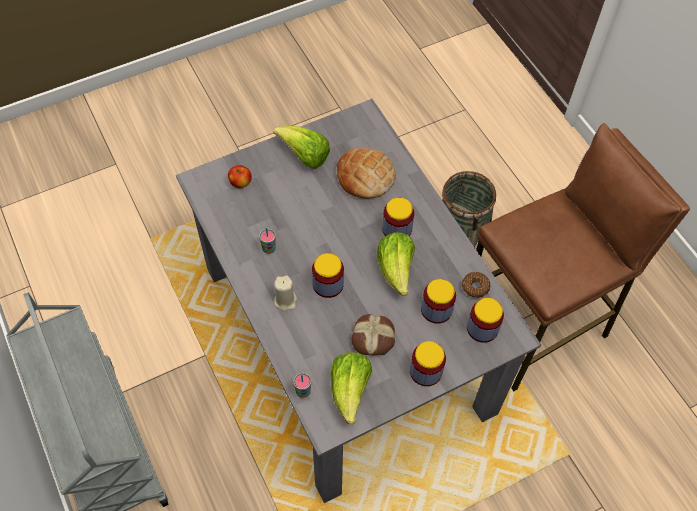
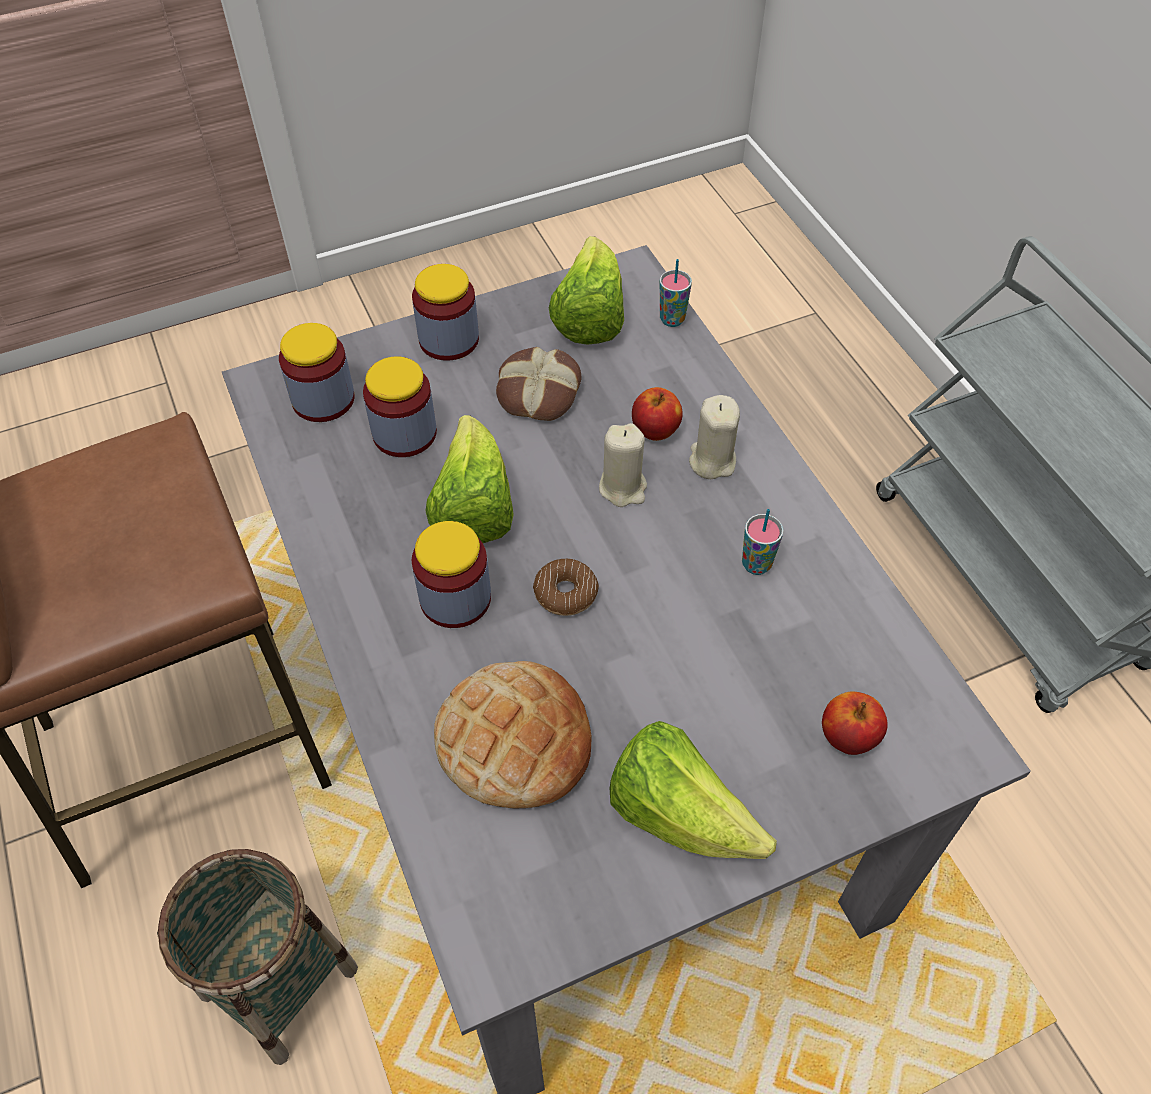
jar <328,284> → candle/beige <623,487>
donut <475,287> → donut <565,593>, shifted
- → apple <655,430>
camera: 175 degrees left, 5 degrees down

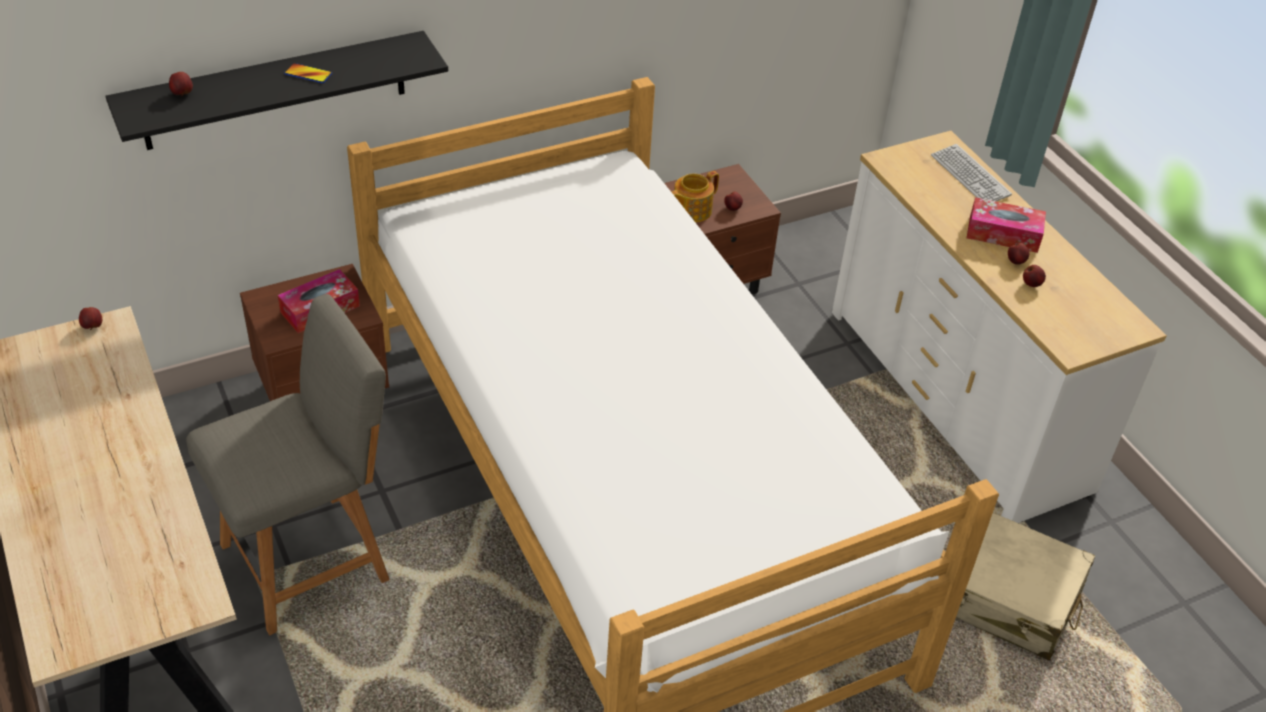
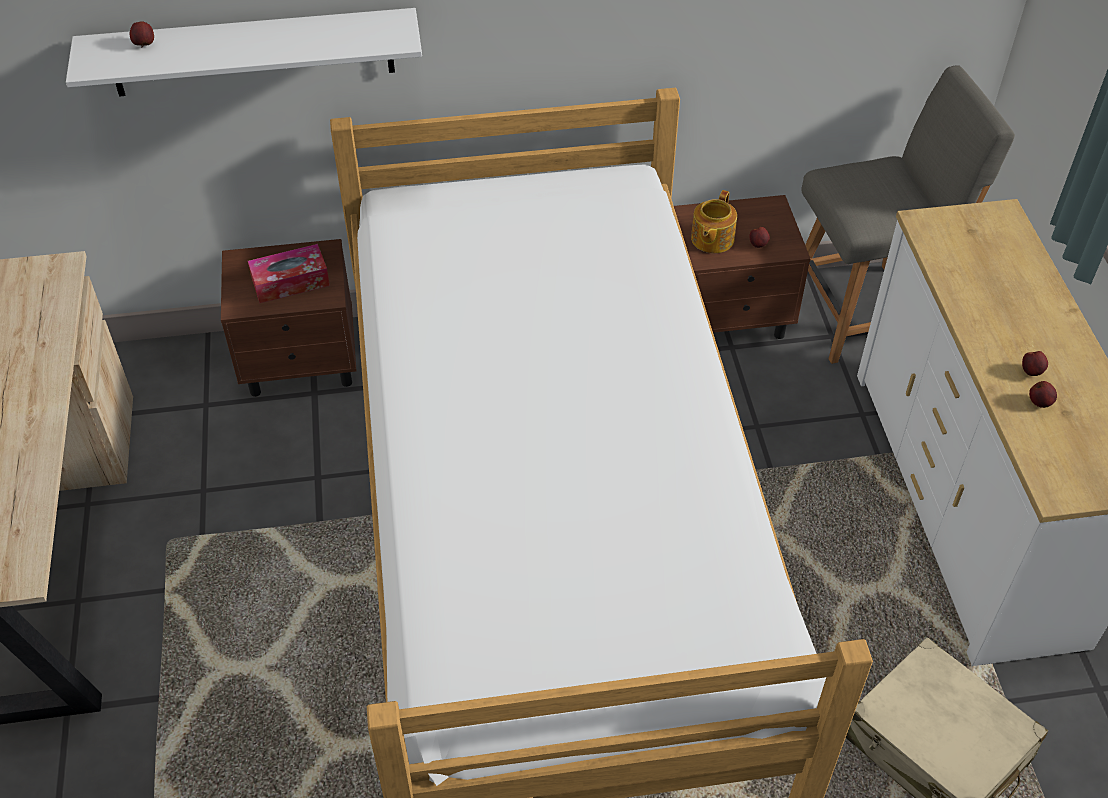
shelf/black <275,91> → shelf/white <252,52>
phone <308,74> → -
keyboard <970,176> → -
teapot <691,210> → teapot <711,239>, 45 degrees counterclockwise
tissue box <1003,234> → -
chair/grey <311,559> → chair/grey <866,312>, shifted
apple <92,326> → -
camera: 20 degrees right, 5 degrees up

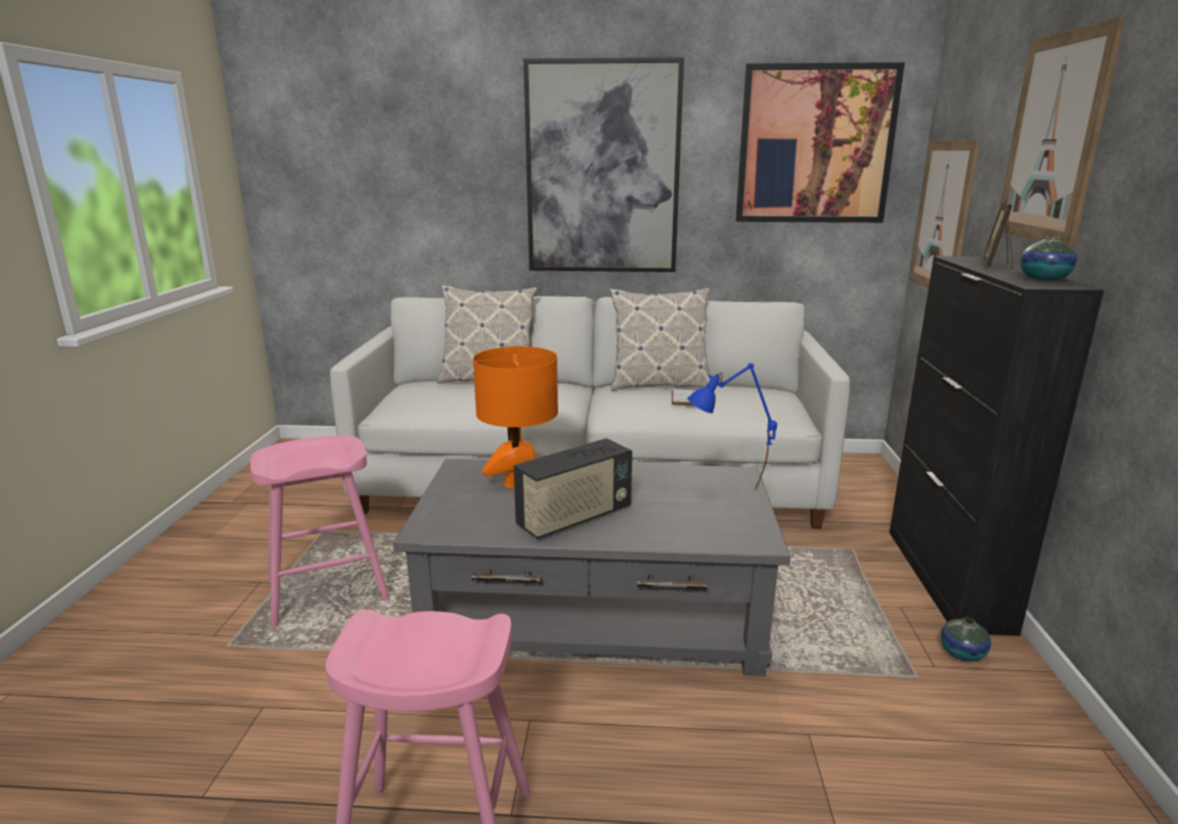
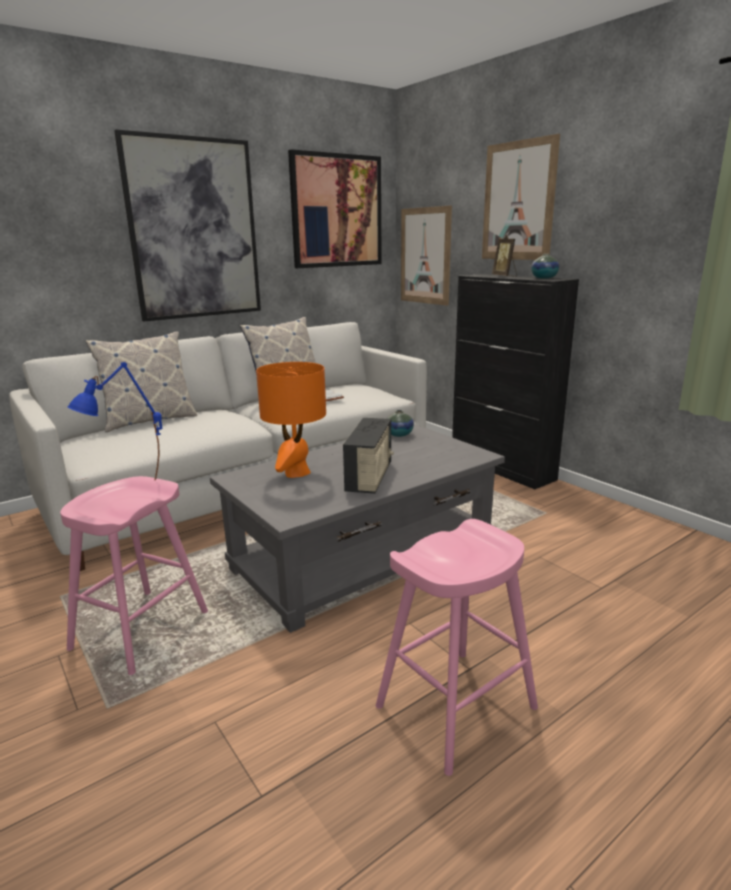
table lamp/blue <726,494> → table lamp/blue <130,490>, shifted
vase <962,653> → vase <399,434>, shifted
camera: 40 degrees left, 0 degrees up

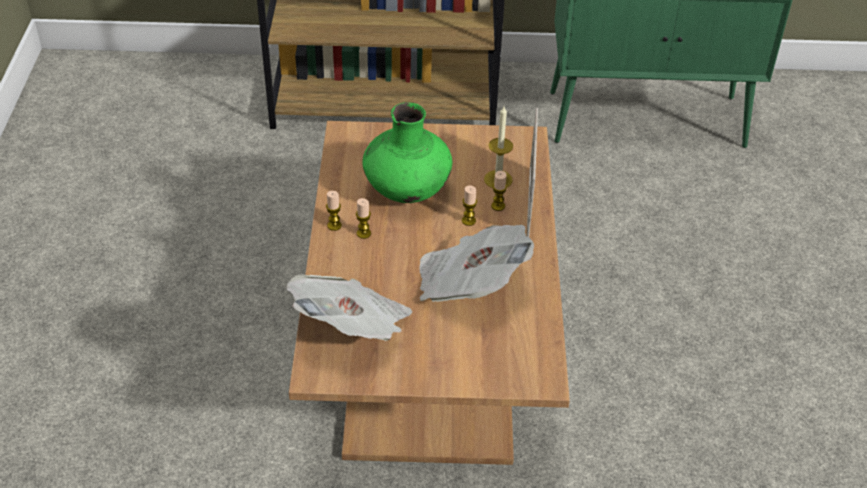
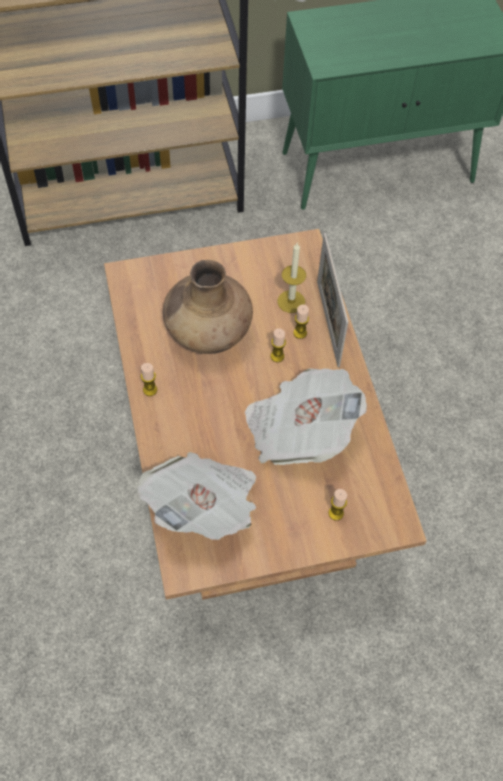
vase/green <407,190> → vase/brown <208,333>
candle <363,233> → candle <336,513>, shifted
camera: 15 degrees left, 15 degrees up

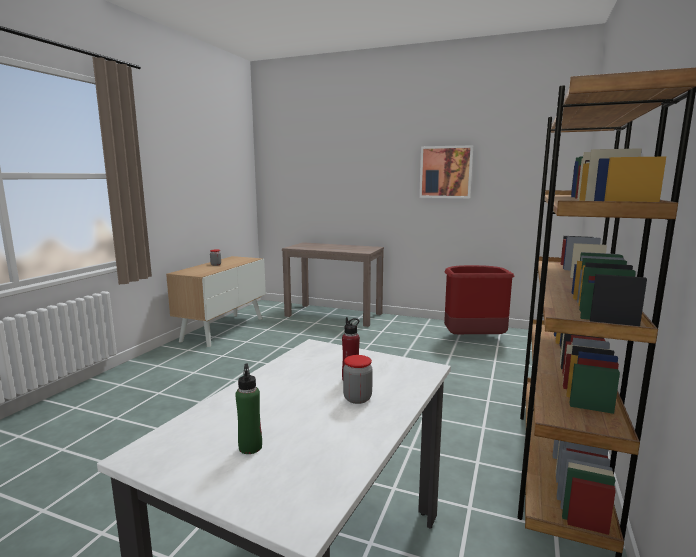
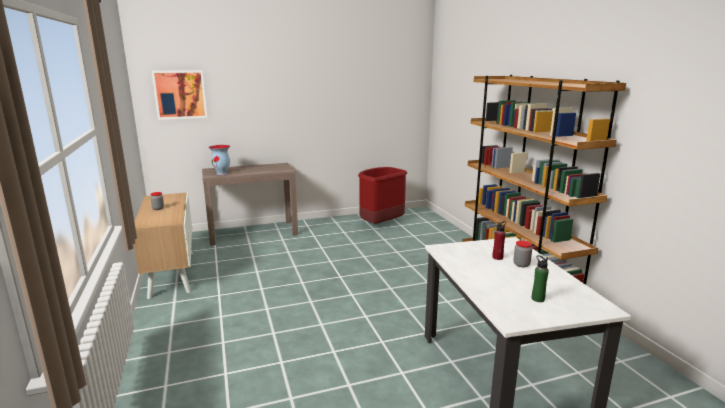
picture <445,172> → picture <180,94>, shifted
- → vase <222,173>
camera: 40 degrees left, 5 degrees up

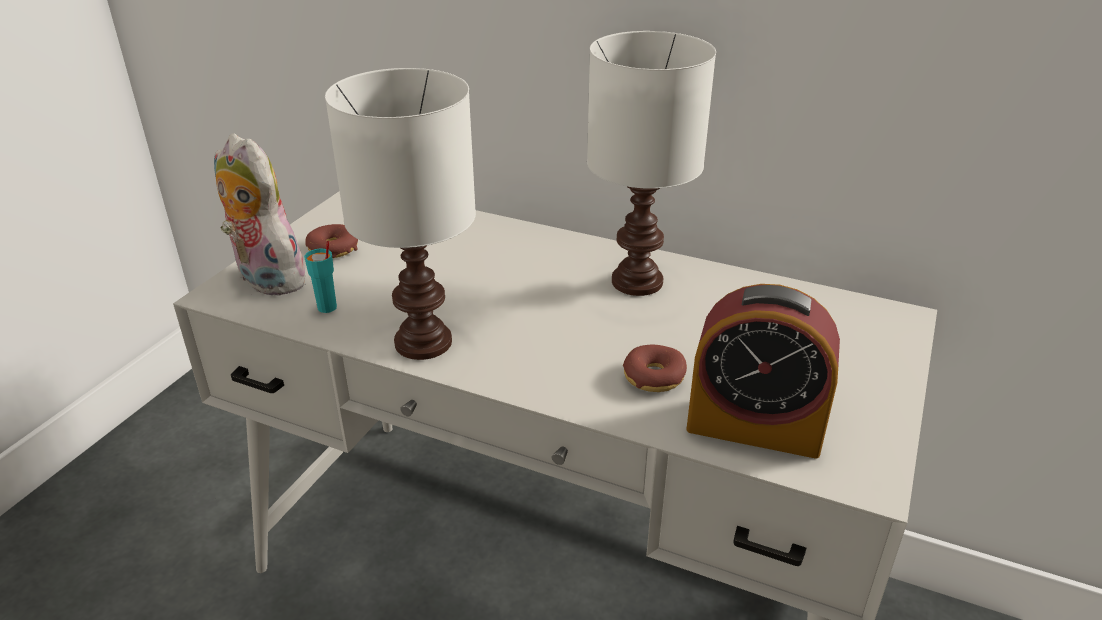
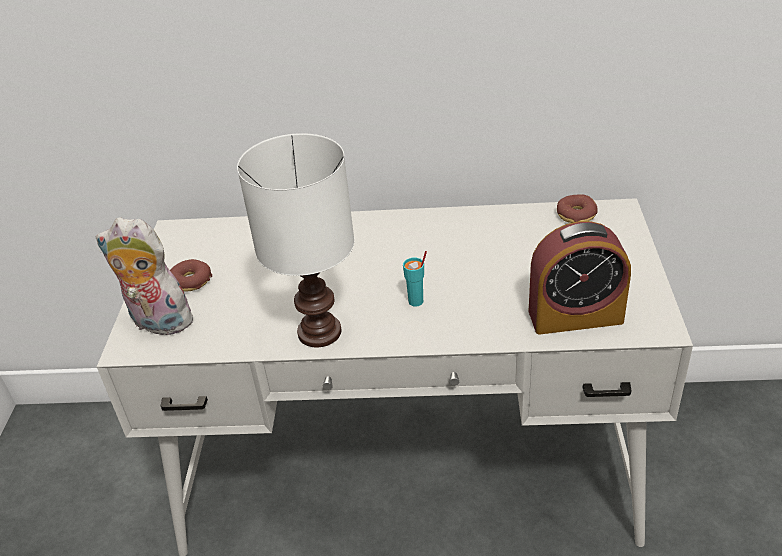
table lamp/white <635,282> → -
cup/turquoise <327,308> → cup/turquoise <416,301>, shifted
donut <654,377> → donut <576,215>, shifted
camera: 20 degrees left, 5 degrees up

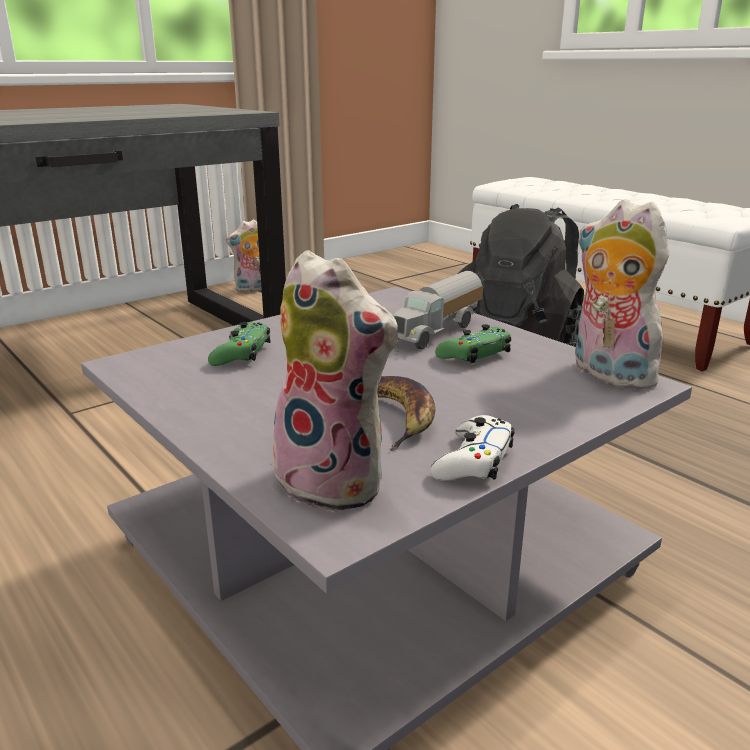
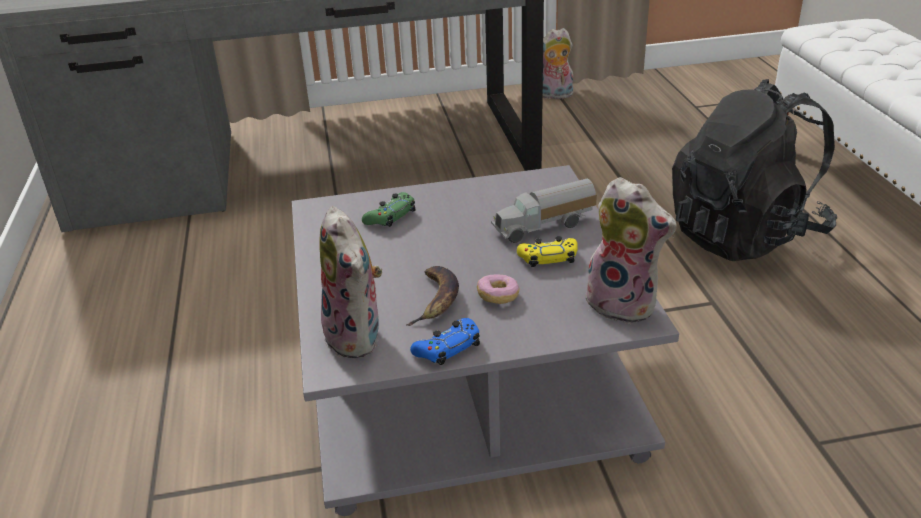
plush toy <606,374> → plush toy <624,303>, 135 degrees clockwise
game controller/green <475,354> → game controller/yellow <548,258>
game controller/white <473,461> → game controller/blue <447,348>
- → donut <498,296>
camera: 30 degrees right, 10 degrees up

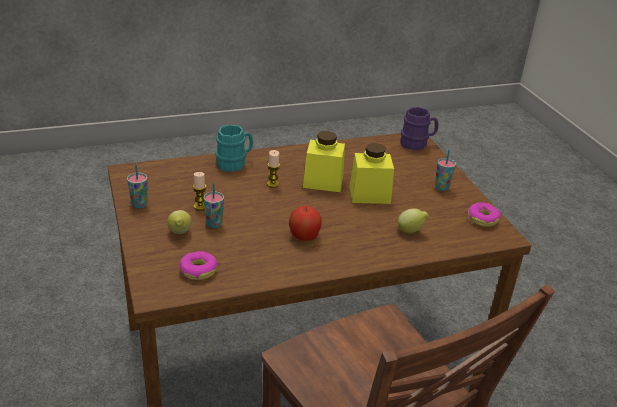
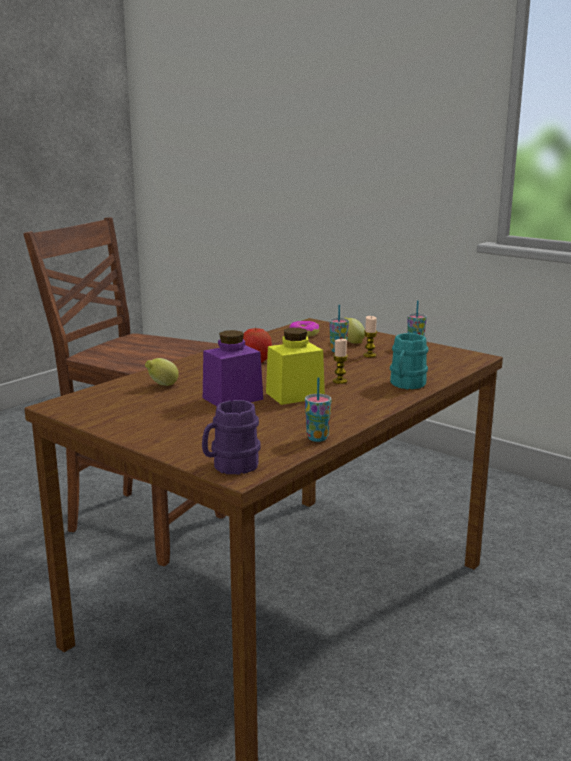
jar/yellow <369,194> → jar/purple <232,398>
cup <441,187> → cup <317,438>, shifted
donut <482,219> → -
camera: 150 degrees right, 15 degrees down

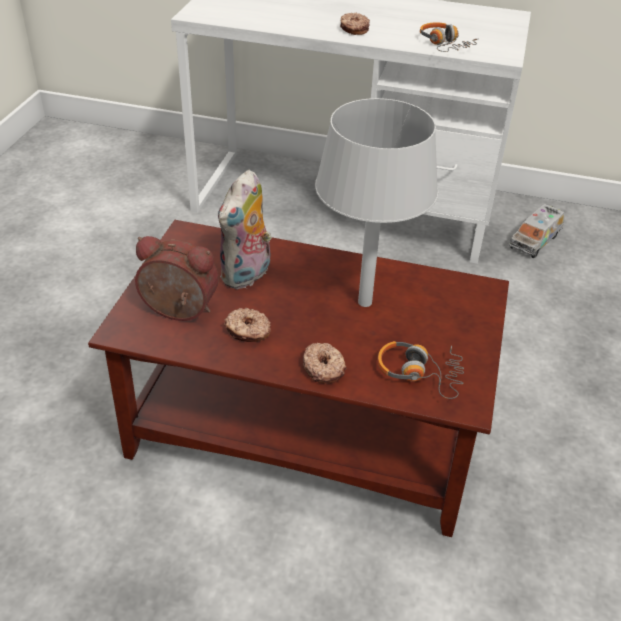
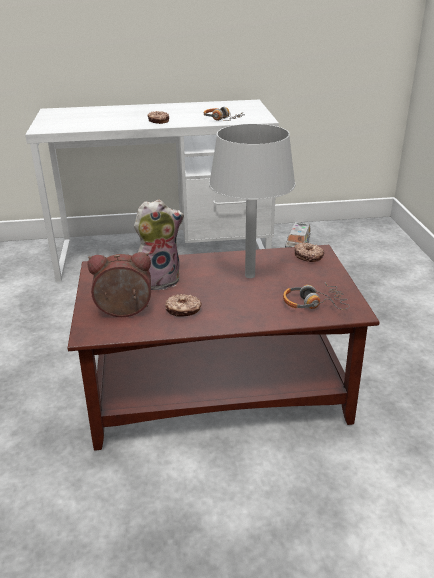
plush toy <247,275> → plush toy <159,280>, 120 degrees counterclockwise
donut <324,368> → donut <308,256>, shifted
camera: 20 degrees left, 10 degrees down

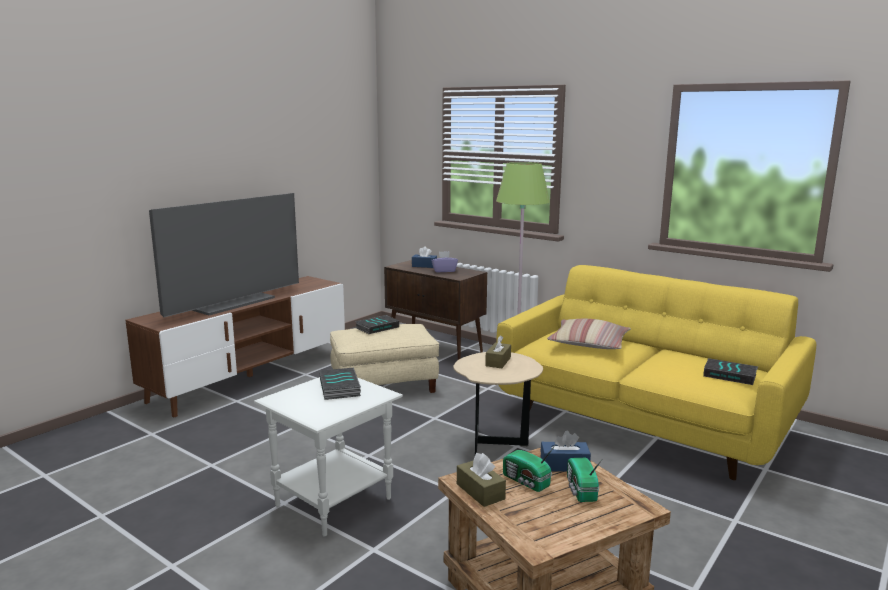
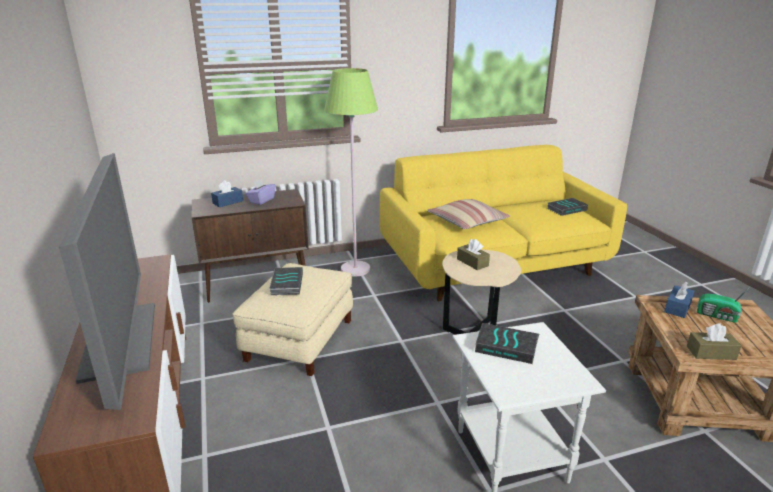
radio <526,481> → -
camera: 55 degrees left, 10 degrees up

